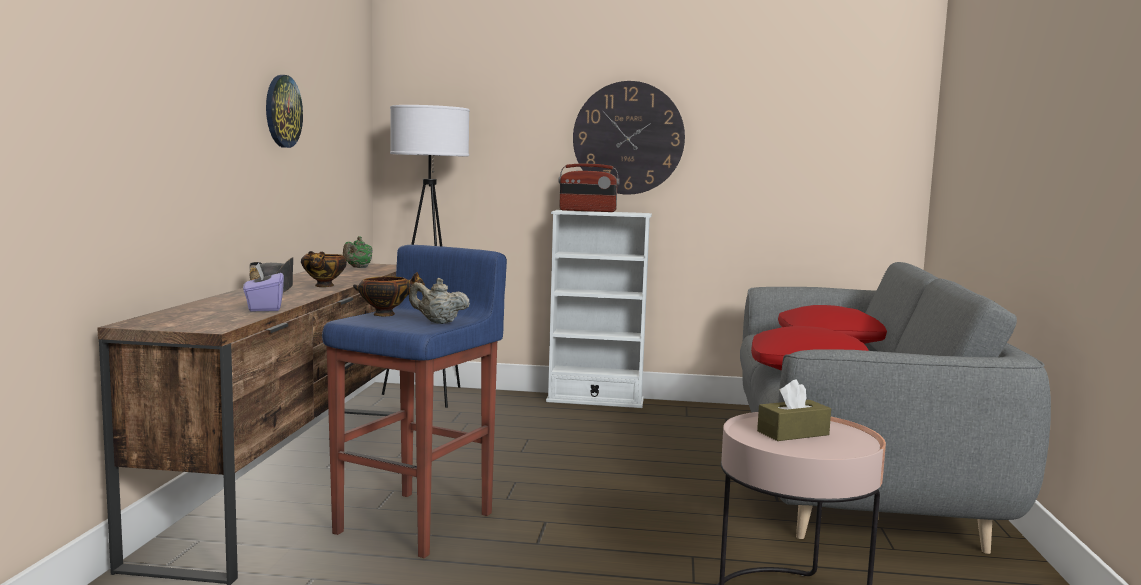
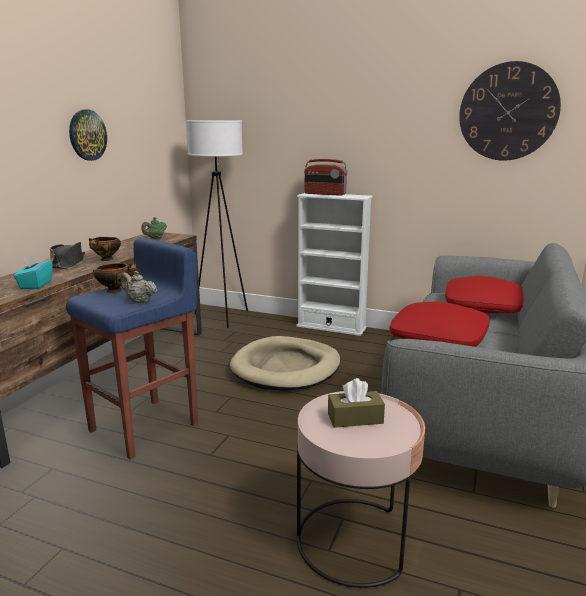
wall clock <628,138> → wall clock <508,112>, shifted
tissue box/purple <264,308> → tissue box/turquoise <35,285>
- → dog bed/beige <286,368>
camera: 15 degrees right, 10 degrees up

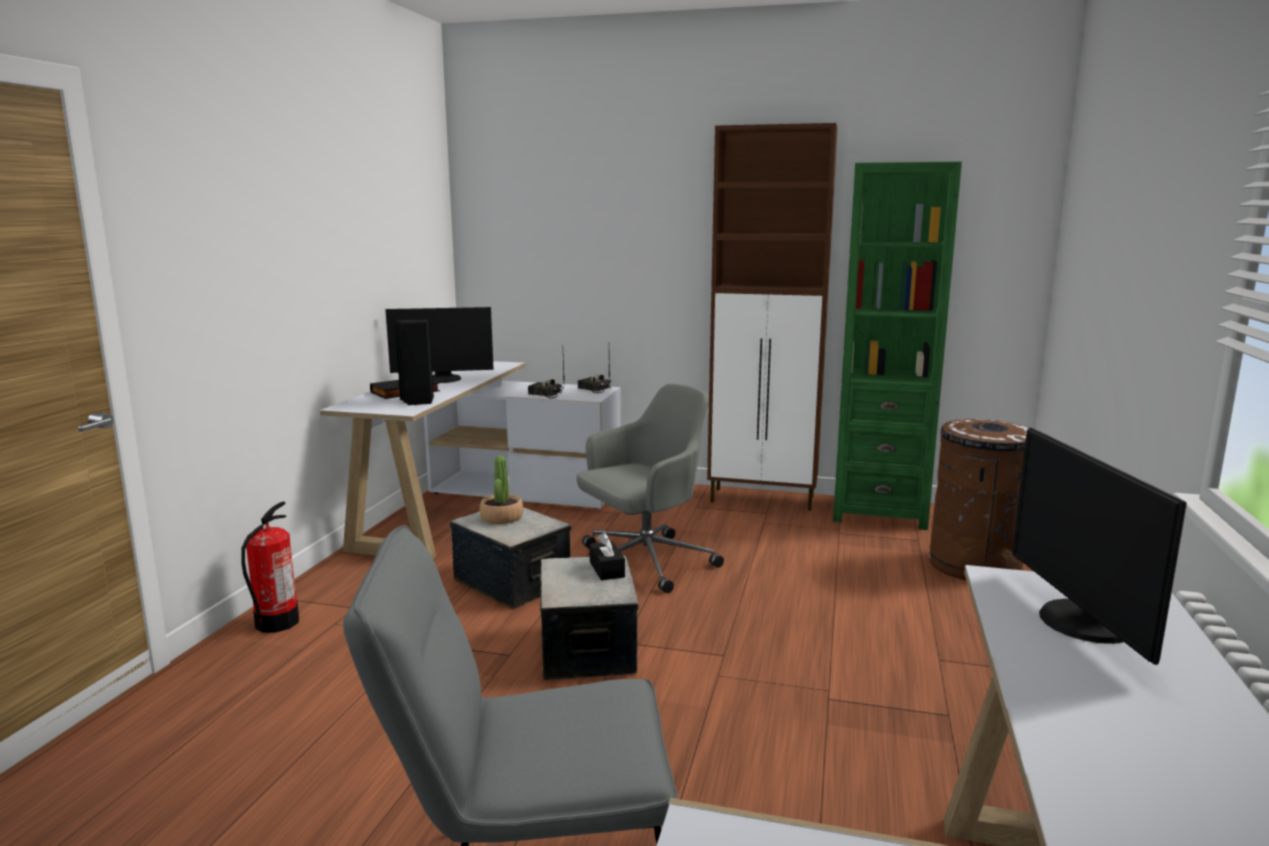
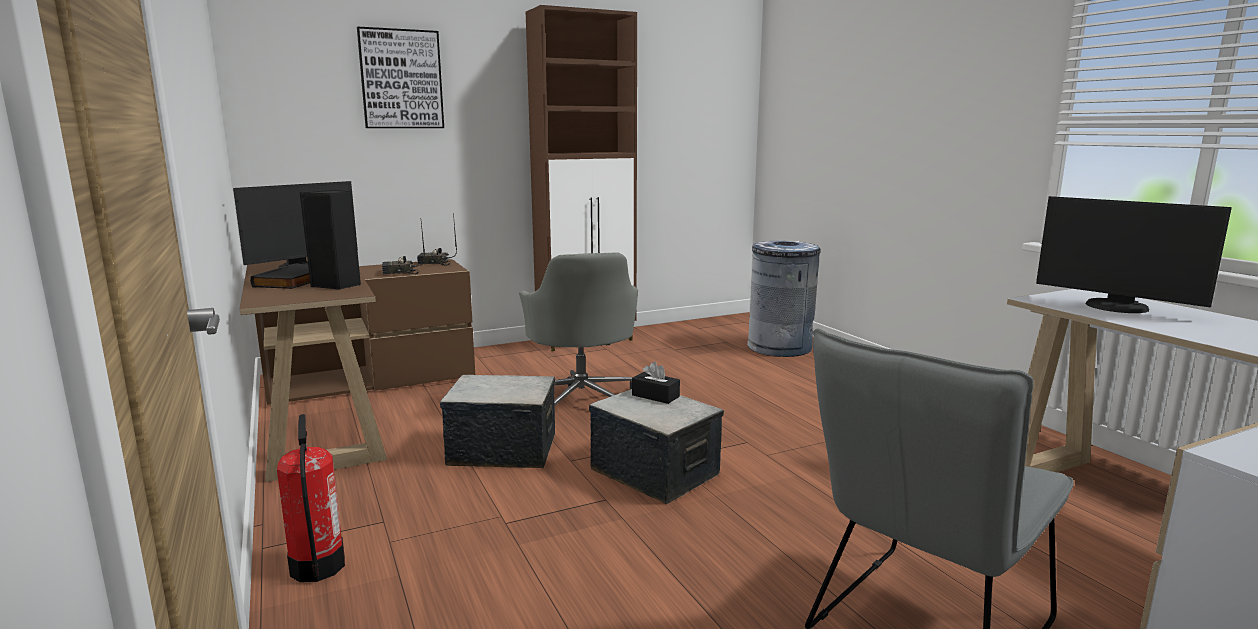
bookcase/green <879,512> → -
desk/white <479,507> → desk/brown <350,404>
office chair/grey <644,562> → office chair/grey <582,403>, 150 degrees clockwise
trash can/brown <974,565> → trash can/grey <779,347>
potted plant <501,518> → -
- → picture <401,79>
camera: 40 degrees left, 0 degrees up

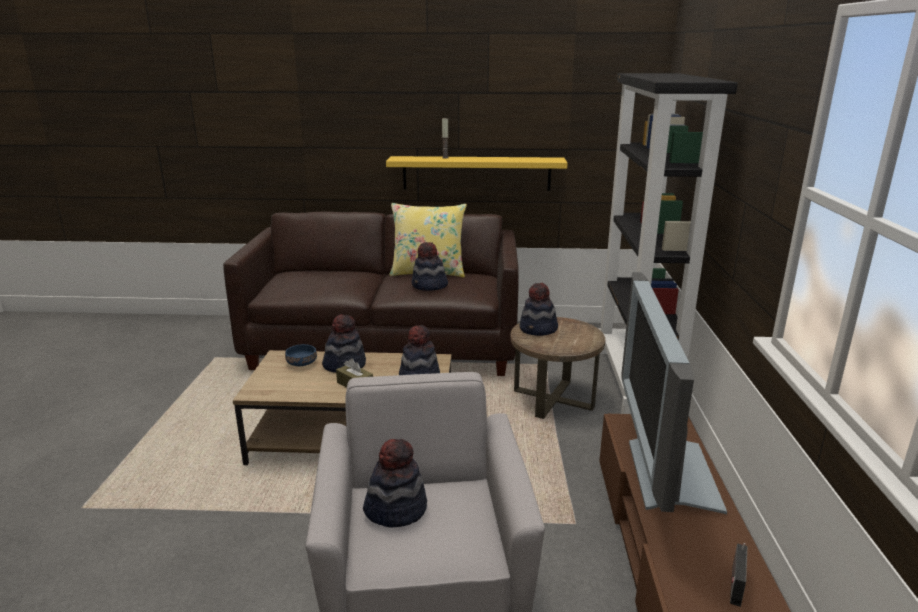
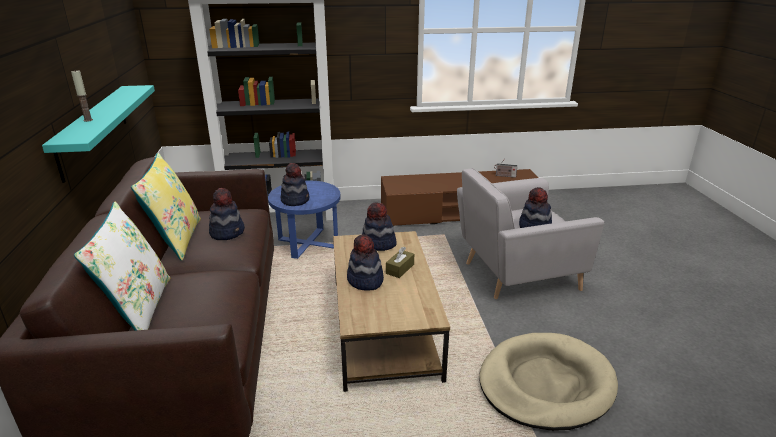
shelf/yellow <476,173> → shelf/turquoise <93,129>
television <665,475> → -
side table/brown <553,399> → side table/blue <308,243>
bowl/blue <302,363> → -
- → pillow/white <138,308>
- → dog bed/beige <545,384>
camera: 100 degrees left, 5 degrees up

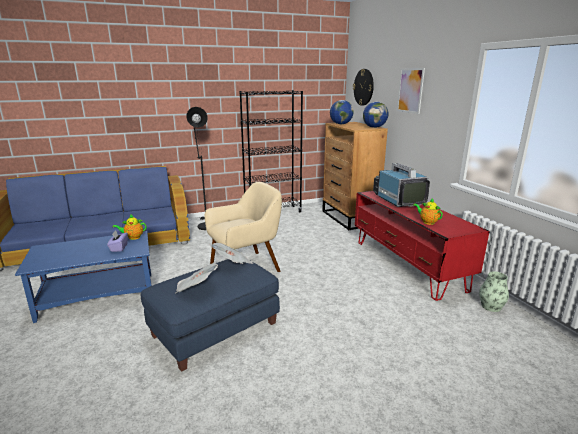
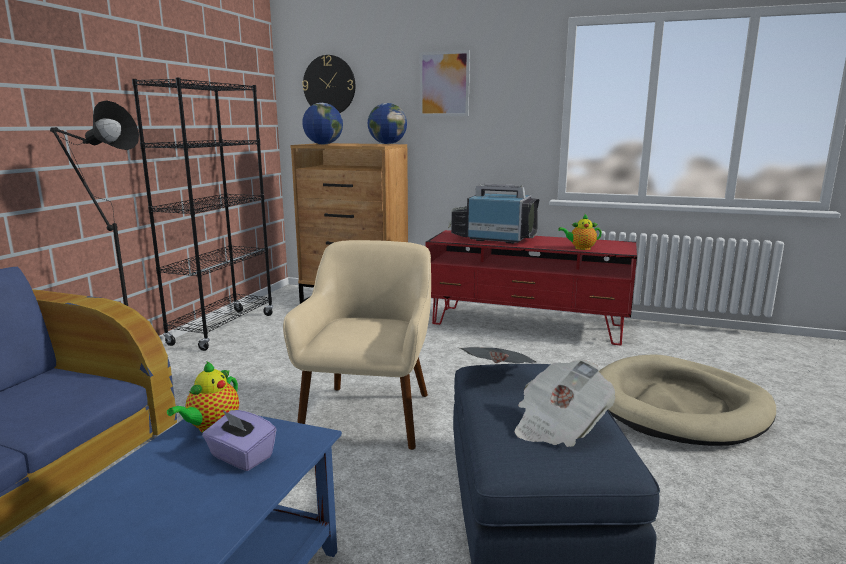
vase <490,306> → -
- → dog bed/beige <678,406>
camera: 50 degrees left, 5 degrees down

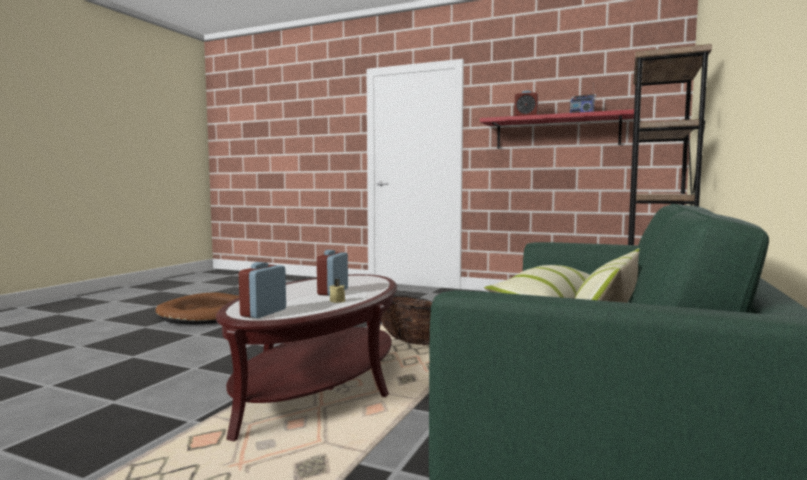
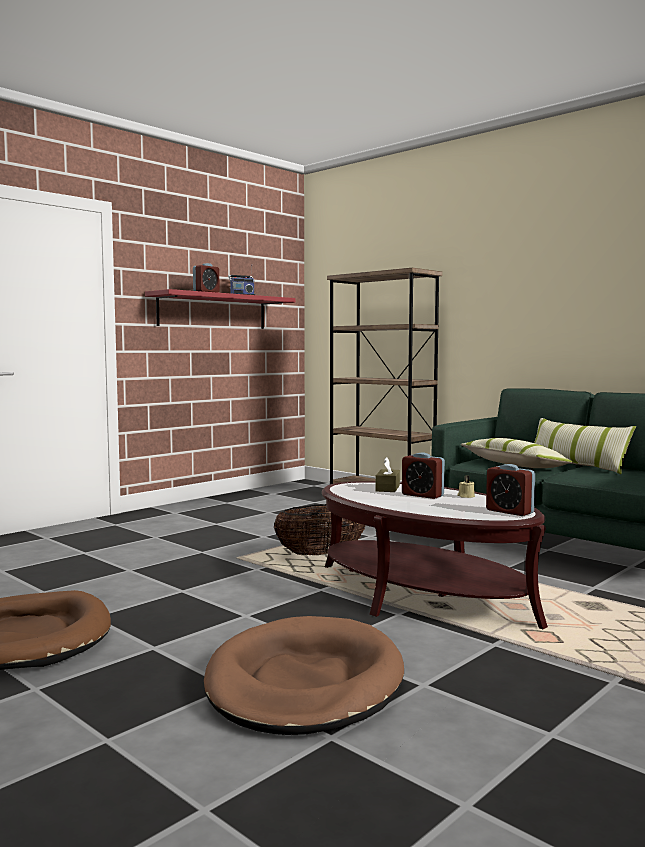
- → tissue box/brown <387,488>
- → dog bed/brown <304,683>
camera: 70 degrees left, 0 degrees up

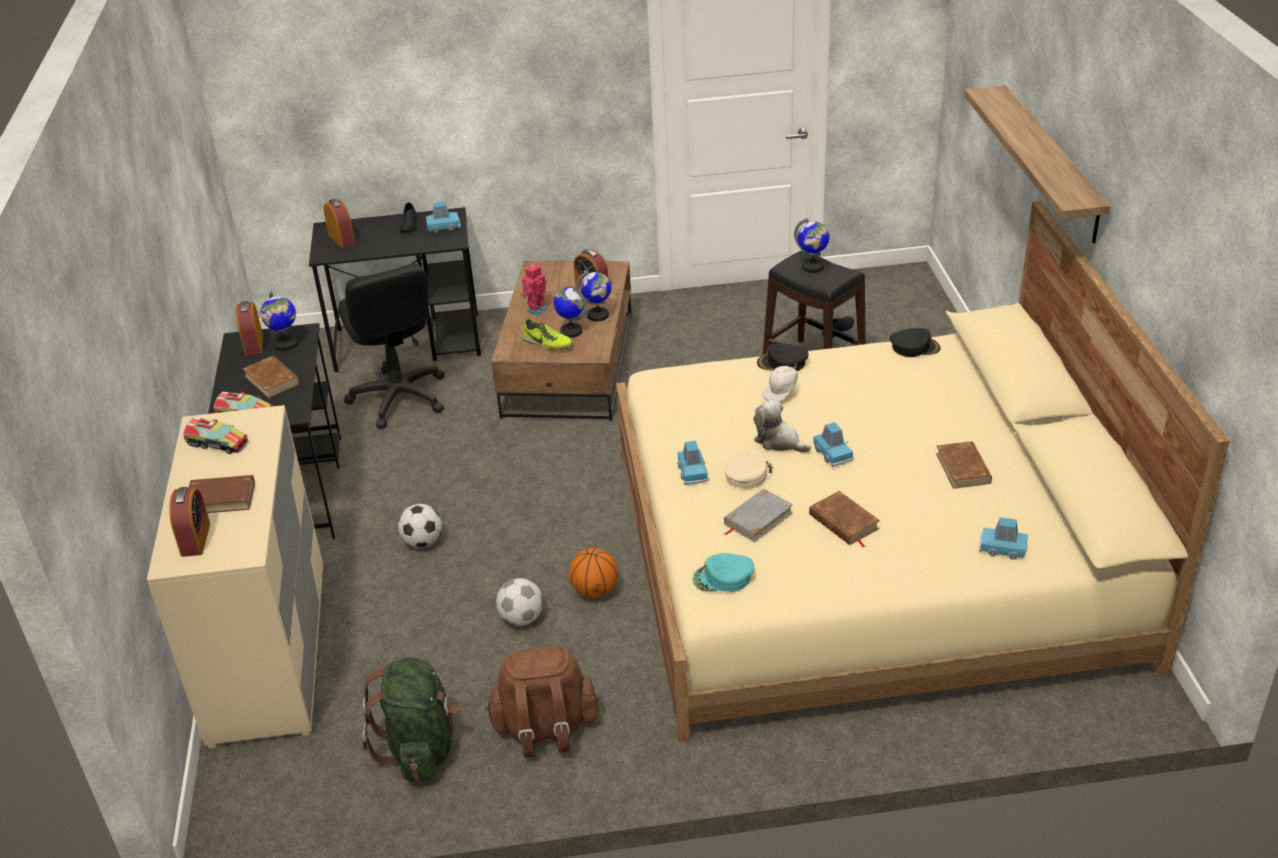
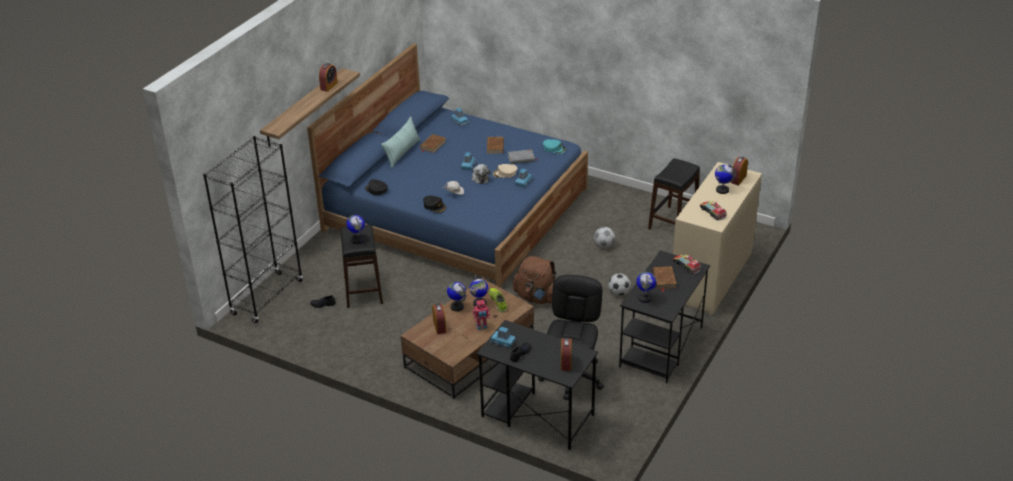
bed/beige <868,555> → bed/blue <456,209>
alarm clock <254,344> → alarm clock <329,86>, shifted
book/brown <220,498> → globe <722,190>
basketball <595,591> → -
backpack/brown <545,729> → backpack/brown <536,297>, shifted
backpack/green <420,748> → stool/black <673,222>
- → pillow <402,153>
- → bookcase/black <267,298>
camera: 145 degrees left, 0 degrees up

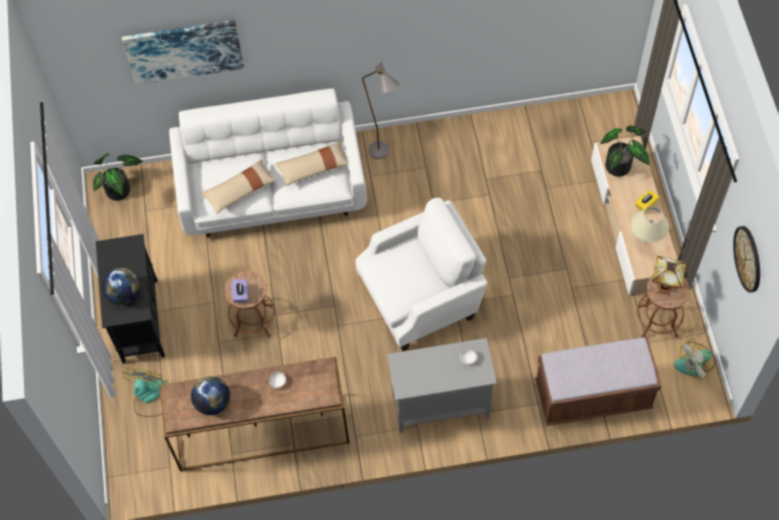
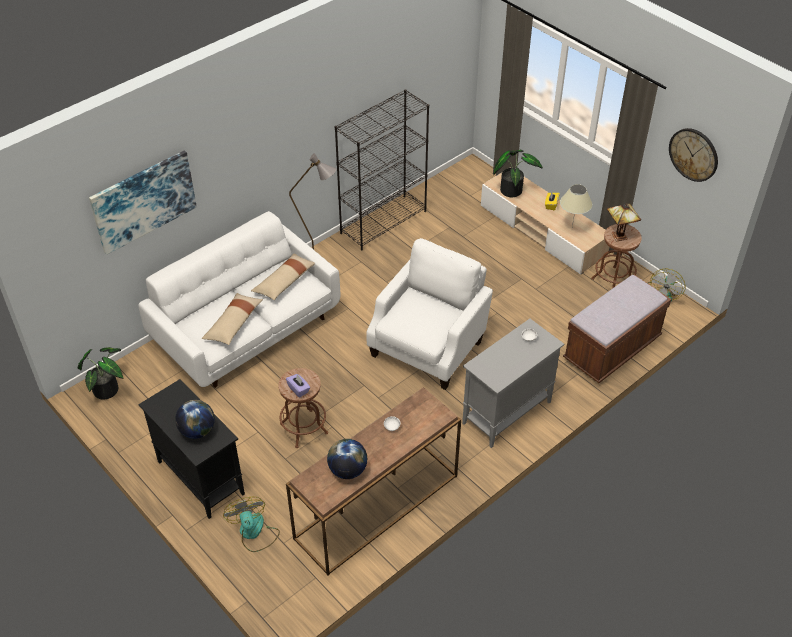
- → bookcase/black <383,222>
camera: 35 degrees left, 15 degrees down

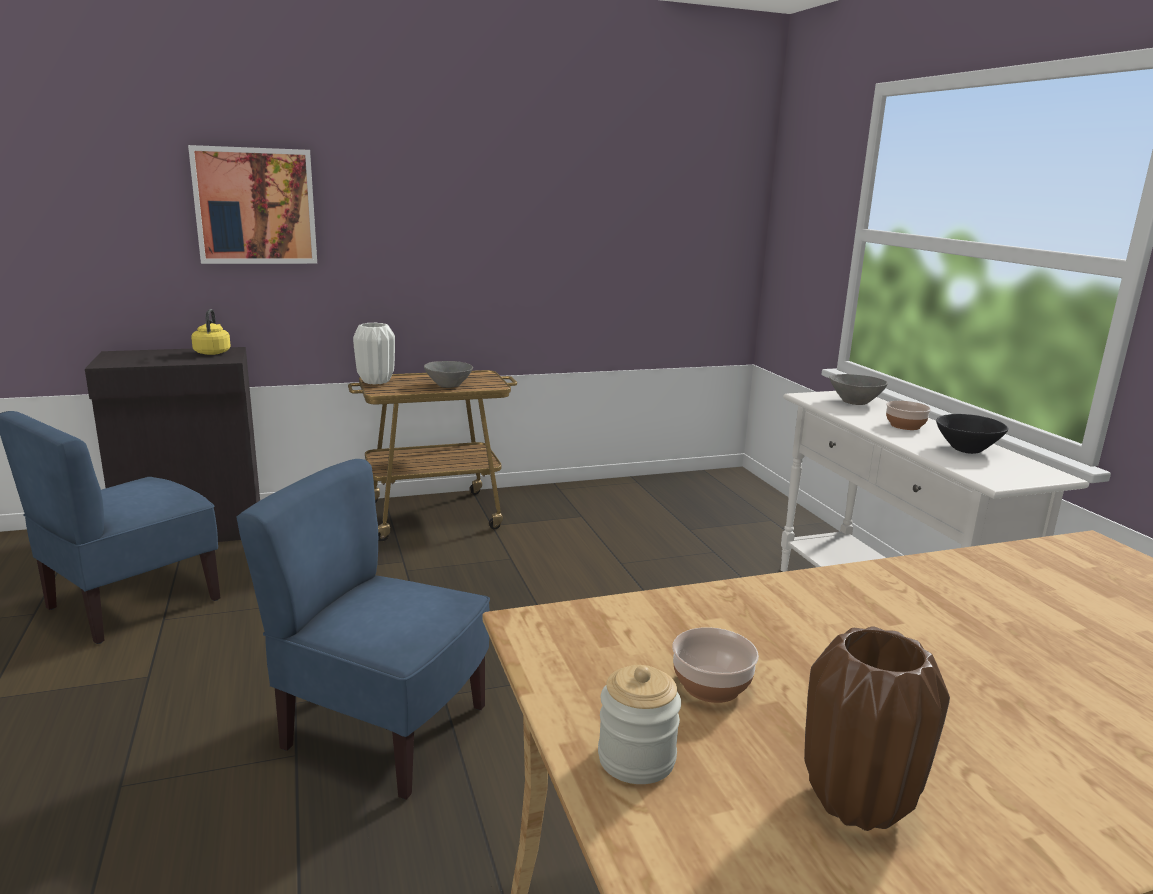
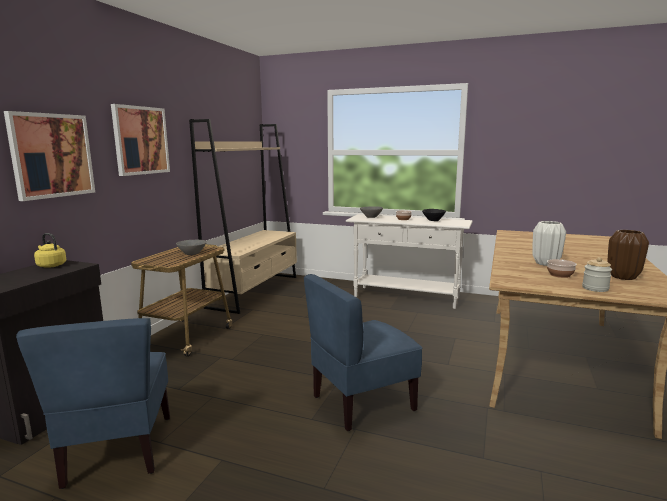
vase/white <376,381> → vase/white <546,263>, shifted
- → picture <140,140>
- → bookcase/beige <255,291>
camera: 50 degrees left, 5 degrees down

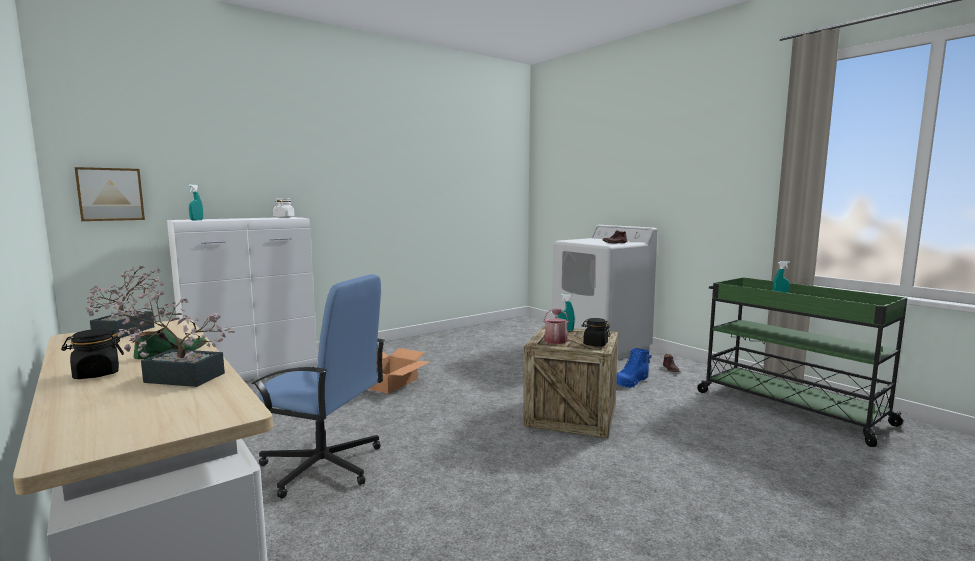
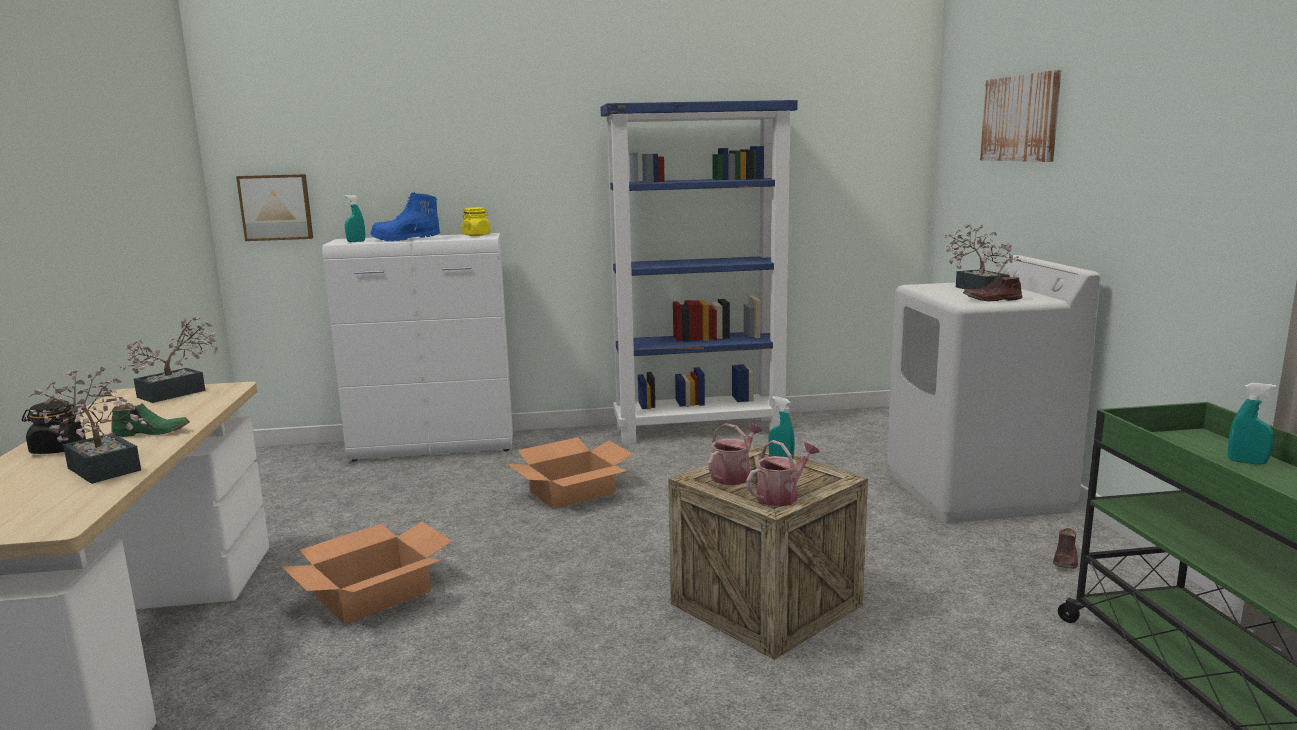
jar/white <284,217> → jar/yellow <476,235>
office chair/blue <323,466> → cardboard box <373,594>
jar/black <595,344> → watering can <781,496>
boot/blue <630,382> → boot/blue <406,240>, shifted
- → picture <1020,118>
- → bookcase/blue <700,429>
- → potted plant <977,288>
camera: 30 degrees right, 5 degrees up

